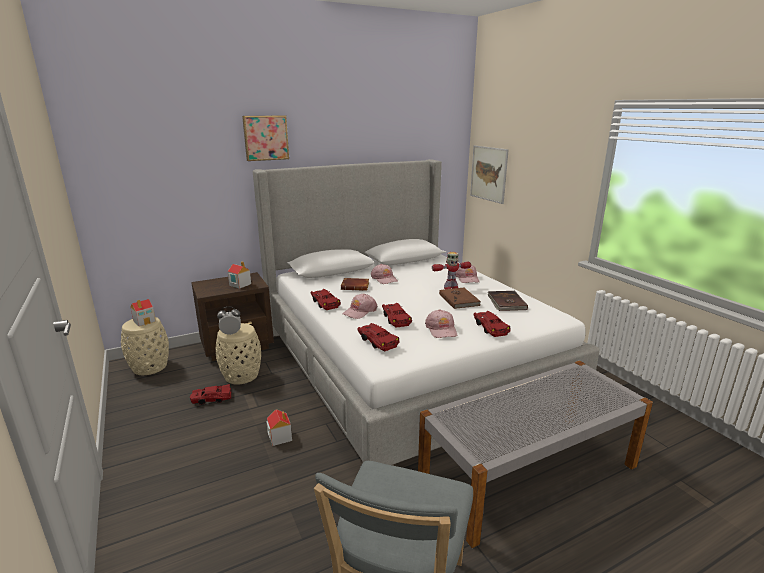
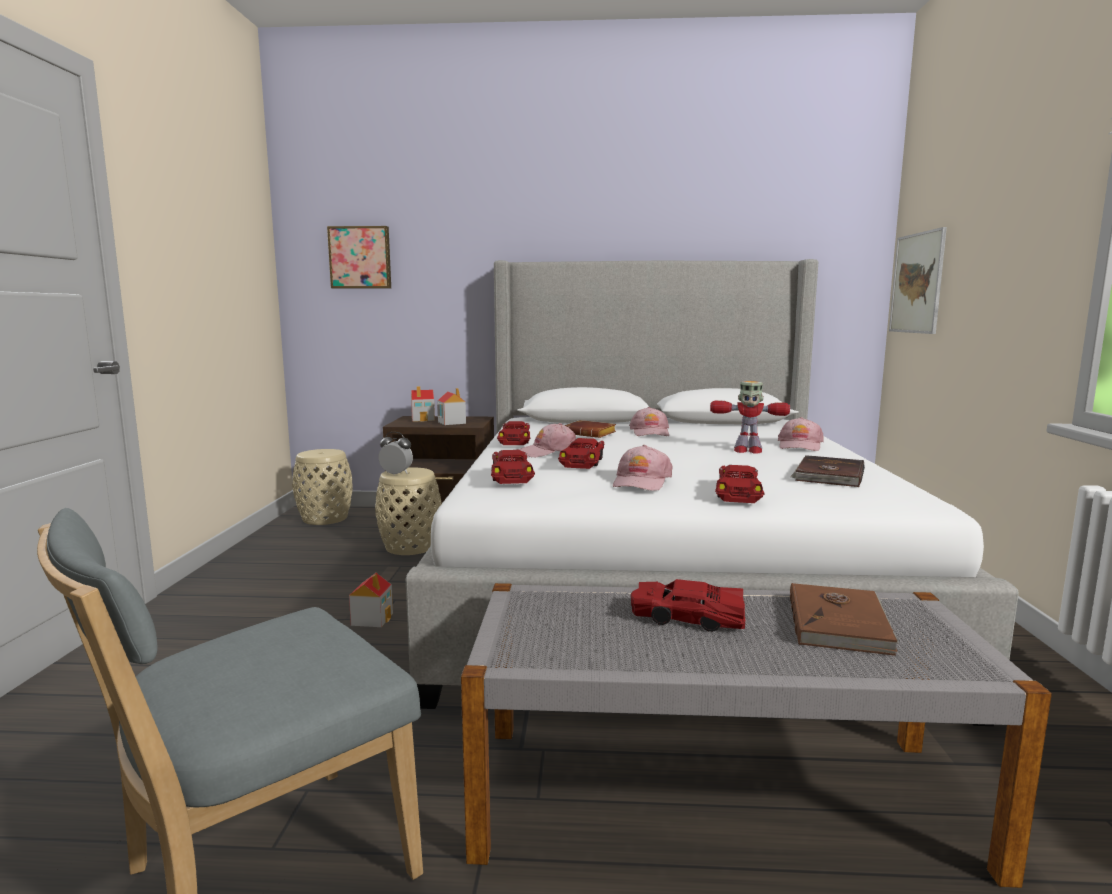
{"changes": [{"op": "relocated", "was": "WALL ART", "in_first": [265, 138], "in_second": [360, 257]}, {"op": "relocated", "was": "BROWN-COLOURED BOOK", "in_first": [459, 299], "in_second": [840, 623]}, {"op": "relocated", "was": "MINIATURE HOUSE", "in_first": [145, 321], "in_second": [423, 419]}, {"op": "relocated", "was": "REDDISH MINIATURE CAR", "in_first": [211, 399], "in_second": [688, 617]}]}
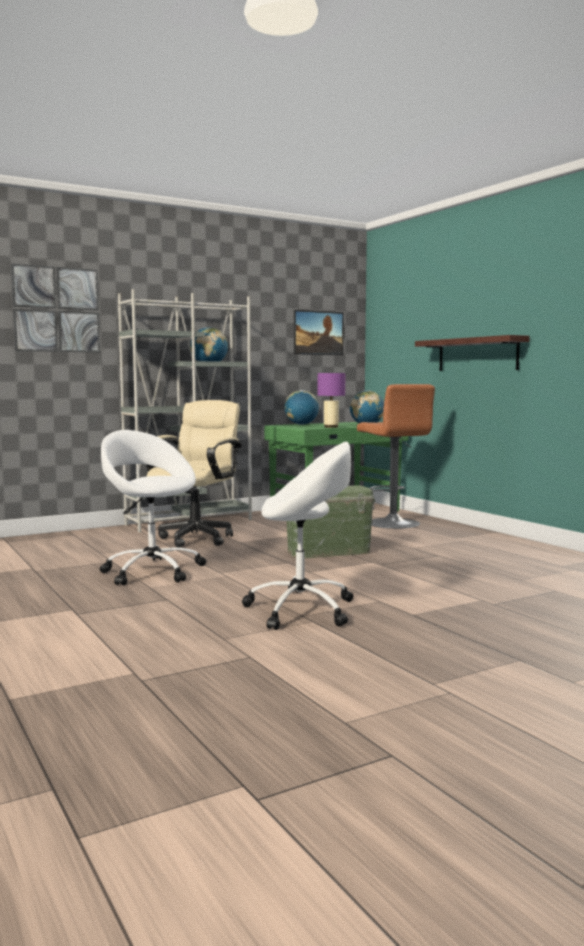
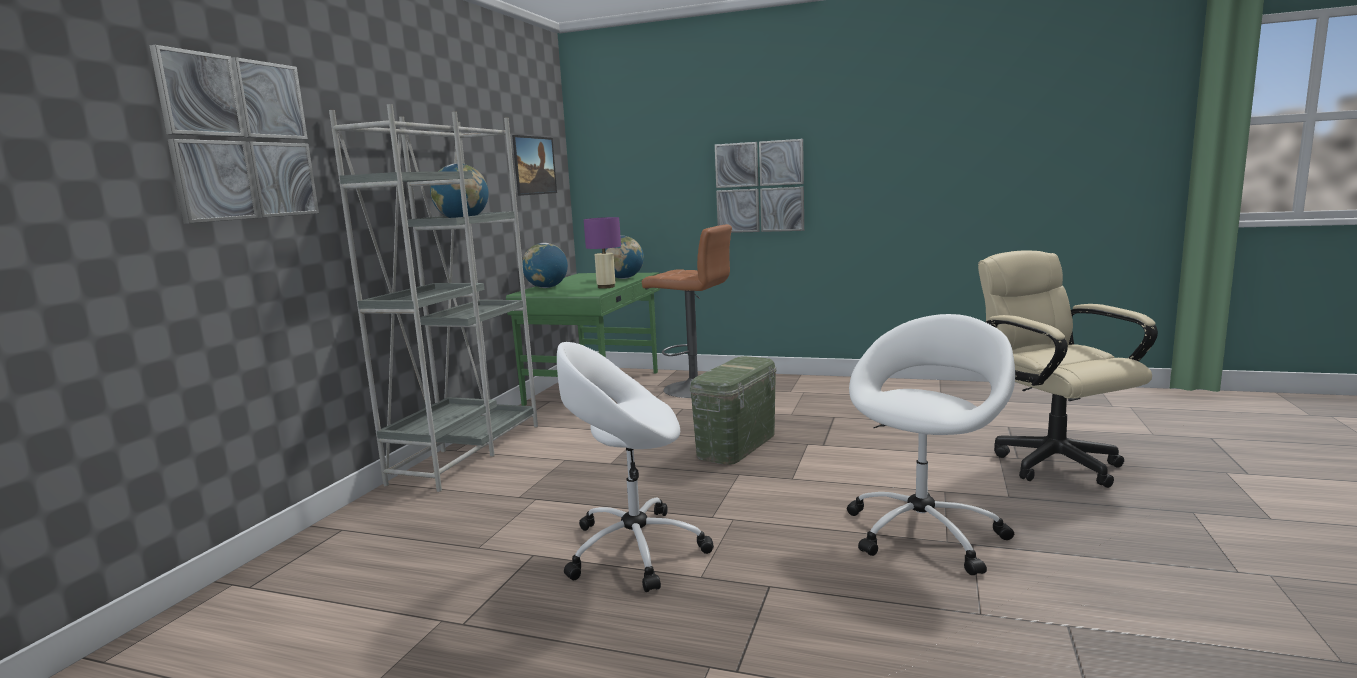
{"changes": [{"op": "exchanged", "was": "SHELF", "now": "WALL ART", "in_first": [477, 354], "in_second": [759, 187]}, {"op": "relocated", "was": "BEIGE COMPUTER CHAIR", "in_first": [197, 538], "in_second": [1050, 464]}]}
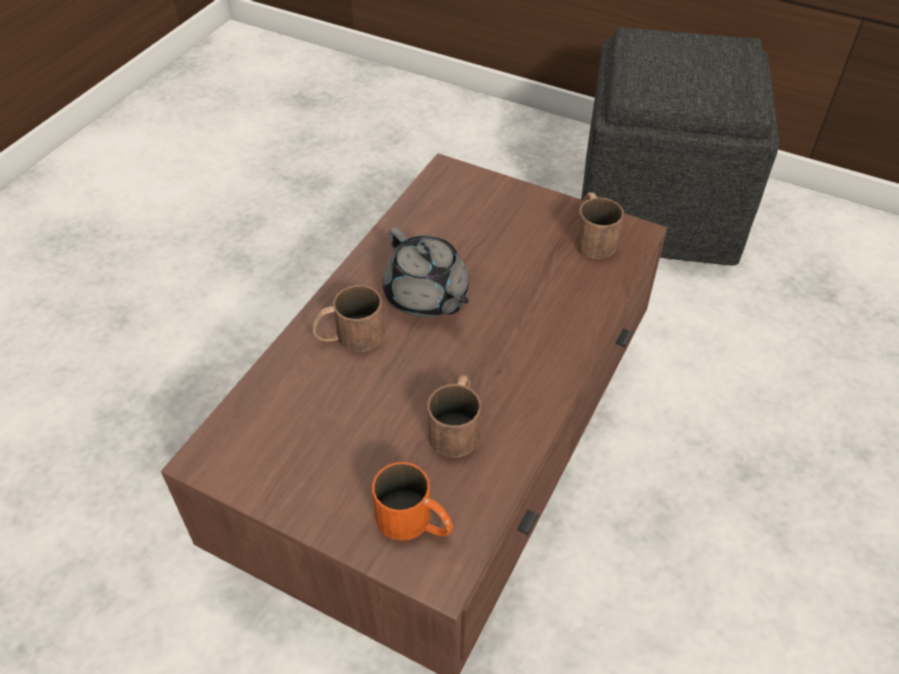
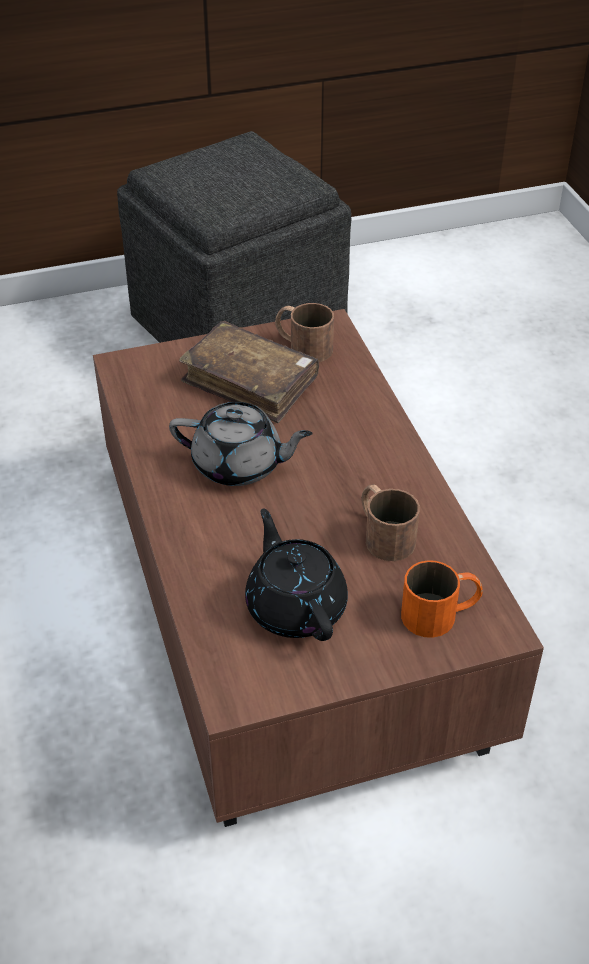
{"changes": [{"op": "missing", "was": "BROWN-COLOURED COFFEE MUG", "in_first": [349, 337]}, {"op": "appeared", "now": "BROWN-COLOURED BOOK", "in_second": [250, 382]}, {"op": "appeared", "now": "BLACK-COLOURED TEA POT", "in_second": [295, 606]}]}
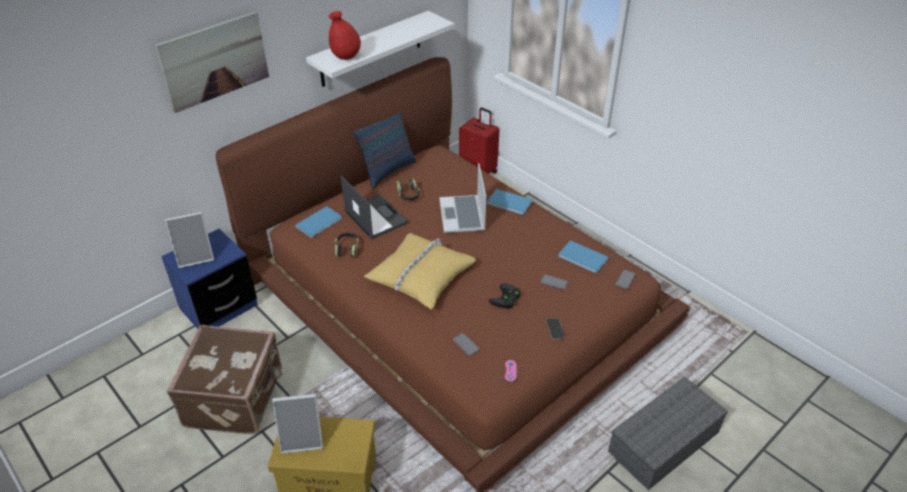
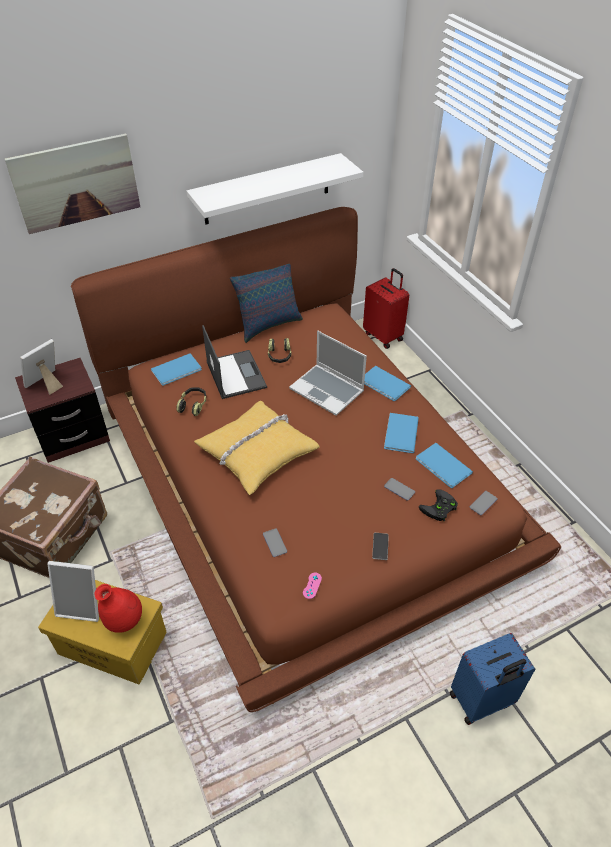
{"changes": [{"op": "relocated", "was": "REDDISH FLOWER VASE", "in_first": [346, 57], "in_second": [124, 621]}, {"op": "spun", "was": "PORTABLE COMPUTER", "in_first": [463, 216], "in_second": [328, 390], "clockwise": -60}, {"op": "spun", "was": "STANDING FRAME", "in_first": [196, 256], "in_second": [46, 384], "clockwise": 135}, {"op": "colour", "was": "BLUE-COLOURED NIGHTSTAND", "now": "BROWN-COLOURED NIGHTSTAND", "in_first": [219, 307], "in_second": [73, 436]}, {"op": "relocated", "was": "BLACK-COLOURED JOYPAD", "in_first": [506, 299], "in_second": [439, 509]}, {"op": "exchanged", "was": "GRAY STORAGE CONTAINER", "now": "BLUE-COLOURED PIECE OF LUGGAGE", "in_first": [663, 443], "in_second": [481, 701]}, {"op": "appeared", "now": "BLUE-COLOURED BOOK", "in_second": [399, 434]}]}
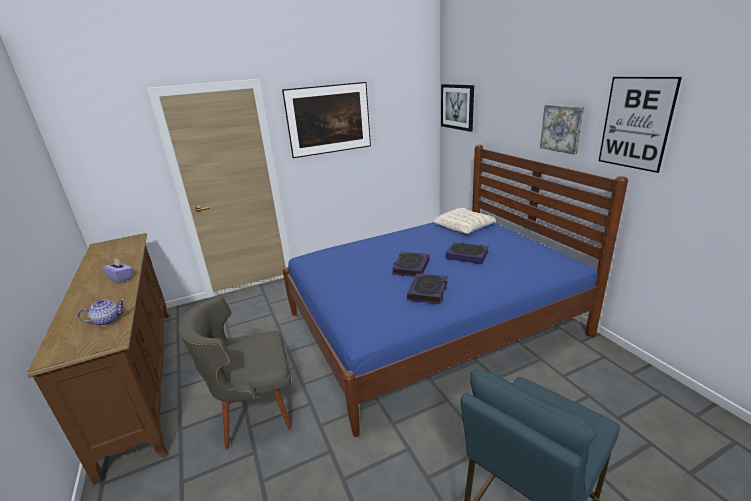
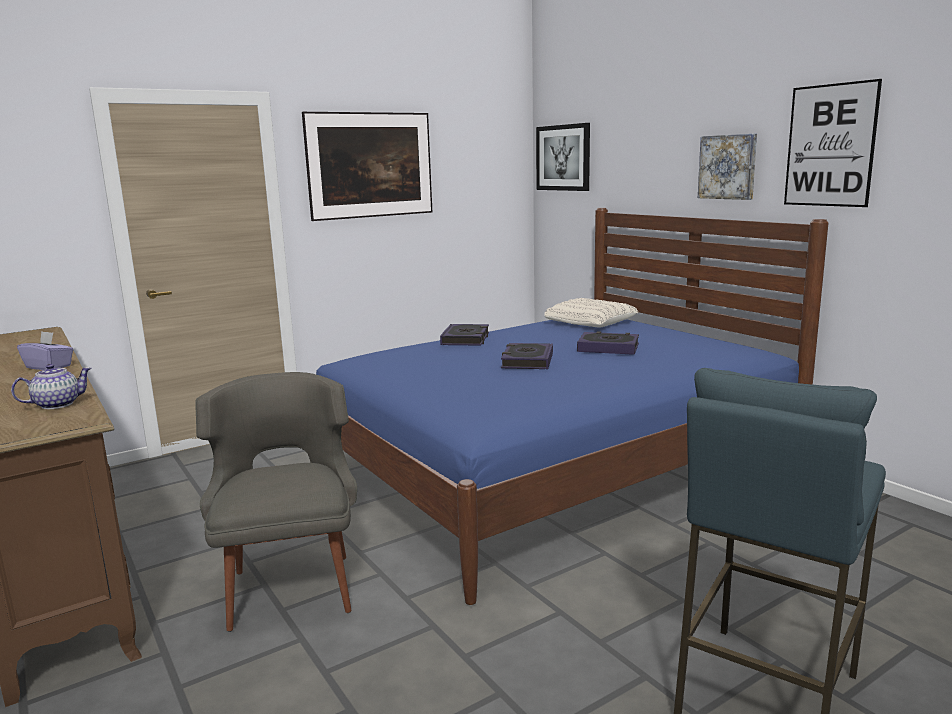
{"changes": [{"op": "relocated", "was": "BOOK", "in_first": [428, 291], "in_second": [465, 339]}, {"op": "spun", "was": "GRAY UPRIGHT CHAIR", "in_first": [257, 413], "in_second": [291, 592], "clockwise": 105}]}
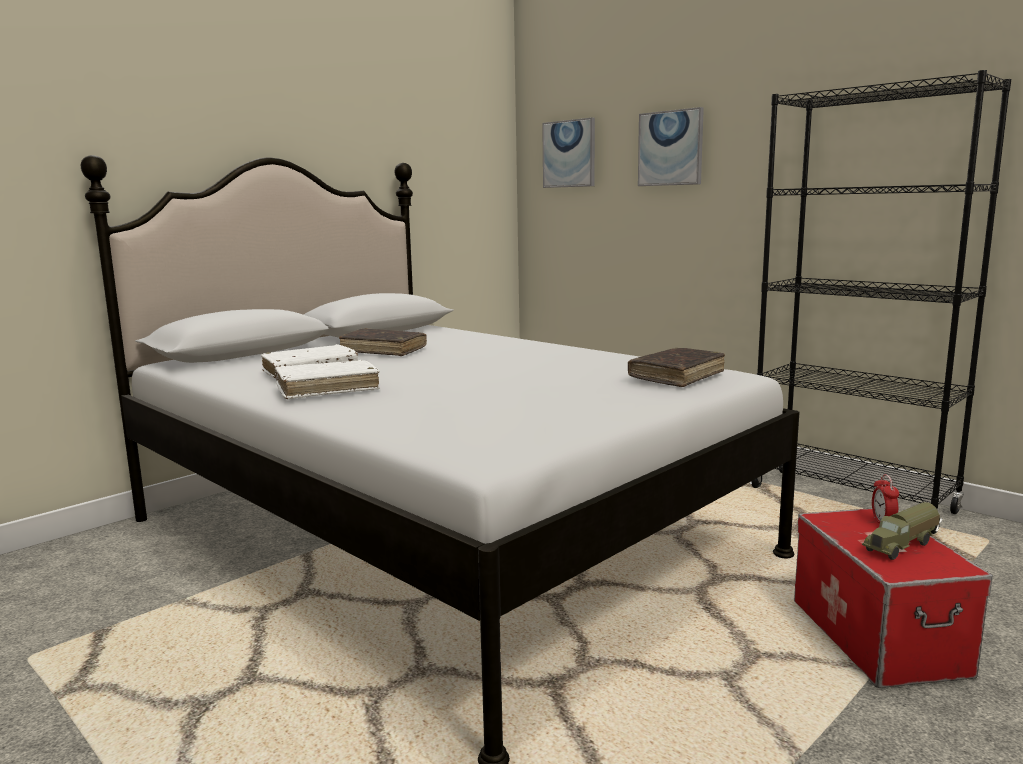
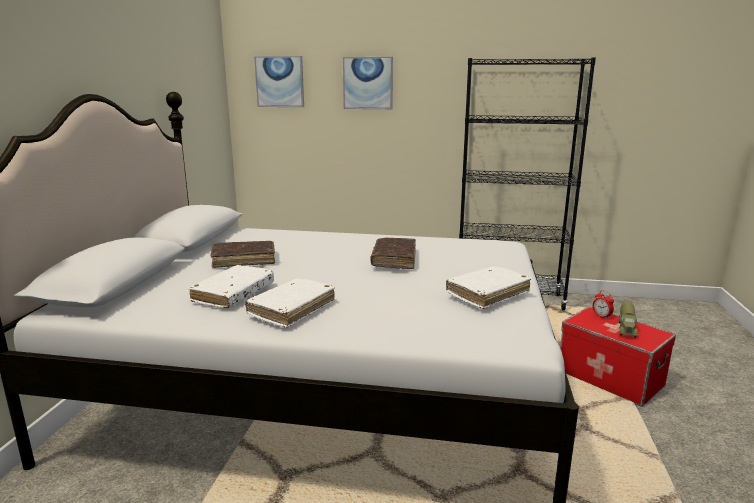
{"changes": [{"op": "relocated", "was": "BROWN-COLOURED BOOK", "in_first": [676, 376], "in_second": [394, 259]}, {"op": "appeared", "now": "WHITE-COLOURED BOOK", "in_second": [487, 294]}]}
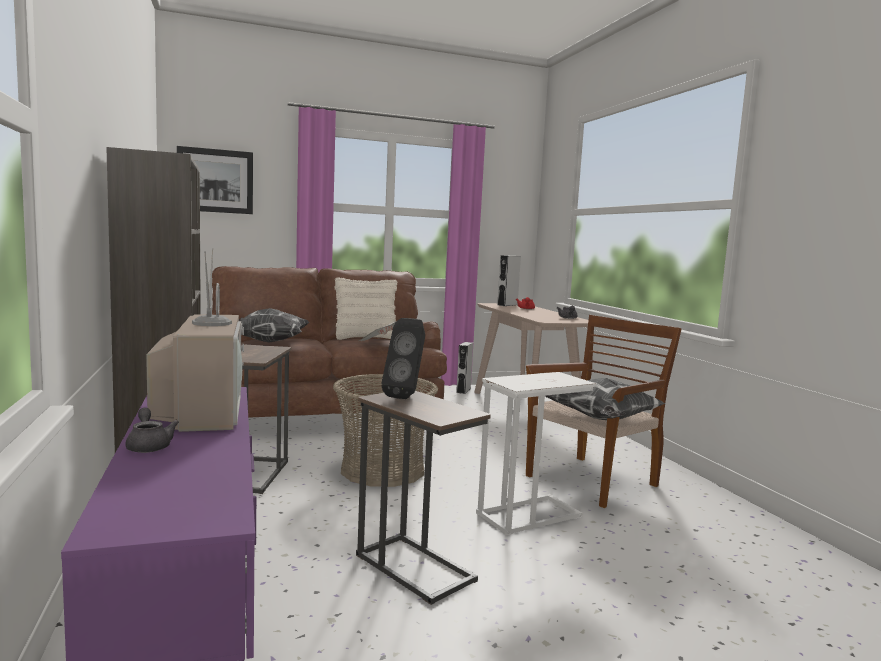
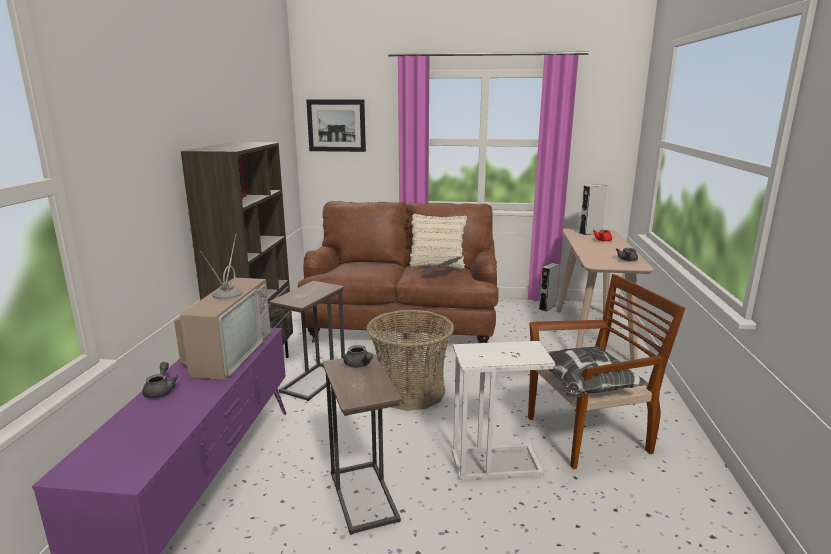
{"changes": [{"op": "missing", "was": "CUSHION", "in_first": [268, 342]}, {"op": "exchanged", "was": "BLACK-COLOURED AUDIO SPEAKER", "now": "GRAY TEA POT", "in_first": [406, 396], "in_second": [358, 365]}]}
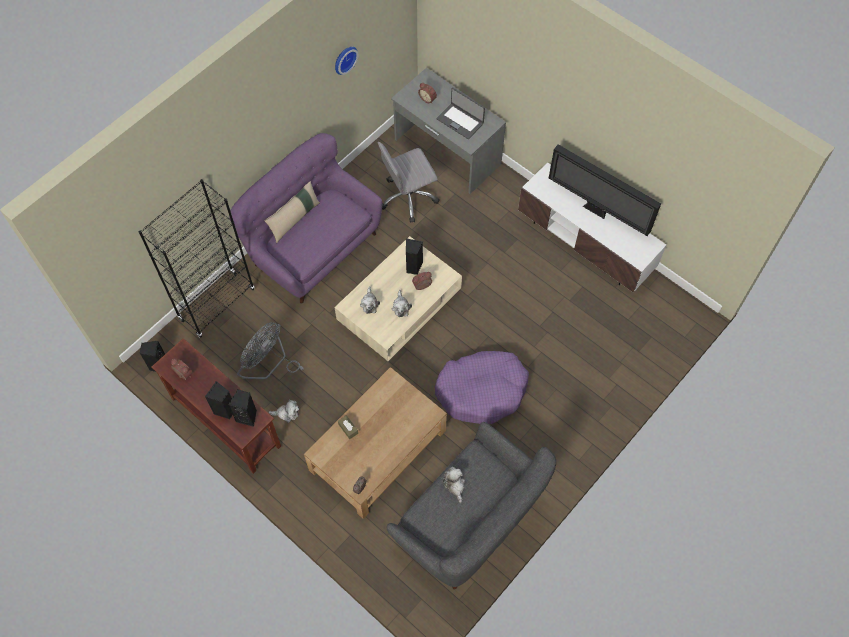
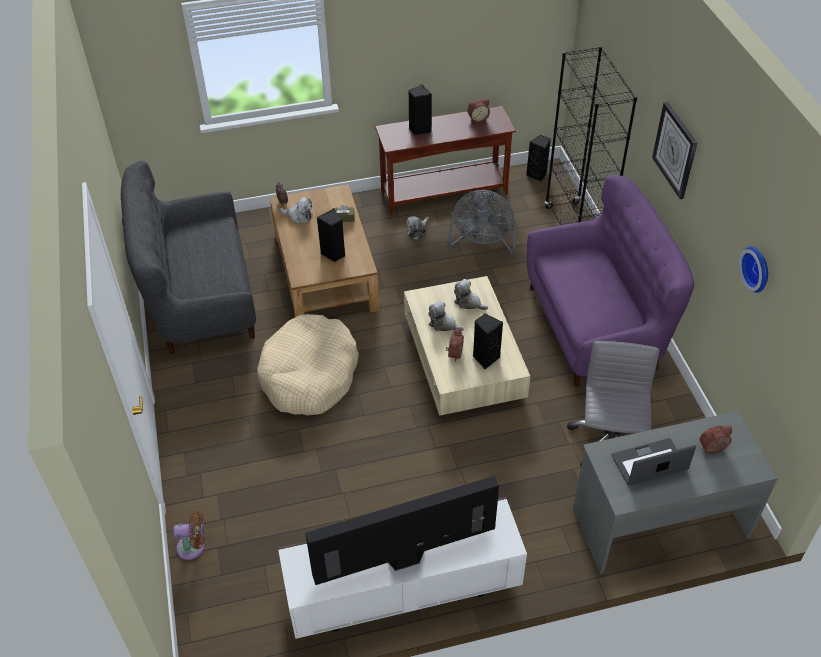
{"changes": [{"op": "missing", "was": "BEIGE CUSHION", "in_first": [294, 219]}, {"op": "spun", "was": "GRAY FAN", "in_first": [271, 362], "in_second": [480, 241], "clockwise": 120}, {"op": "colour", "was": "PURPLISH DOG BED", "now": "BEIGE DOG BED", "in_first": [482, 391], "in_second": [309, 375]}, {"op": "relocated", "was": "BLACK-COLOURED AUDIO SPEAKER", "in_first": [248, 417], "in_second": [334, 254]}, {"op": "relocated", "was": "CUDDLY TOY", "in_first": [455, 485], "in_second": [299, 216]}, {"op": "appeared", "now": "WALL CLOCK", "in_second": [675, 150]}, {"op": "appeared", "now": "BROWN-COLOURED FAN", "in_second": [193, 547]}]}
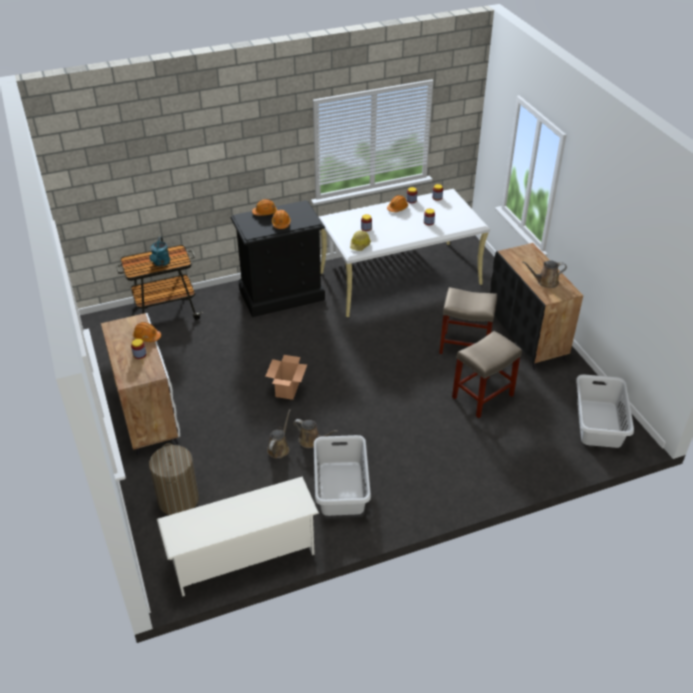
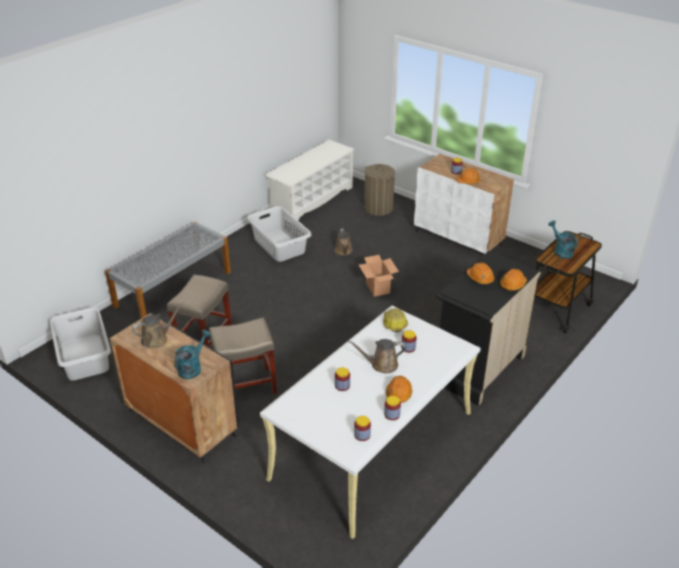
{"changes": [{"op": "relocated", "was": "BROWN-COLOURED WATERING CAN", "in_first": [311, 440], "in_second": [381, 365]}, {"op": "appeared", "now": "GRAY INDOOR BENCH", "in_second": [173, 288]}, {"op": "appeared", "now": "BLUE-GREEN WATERING CAN", "in_second": [192, 367]}]}
